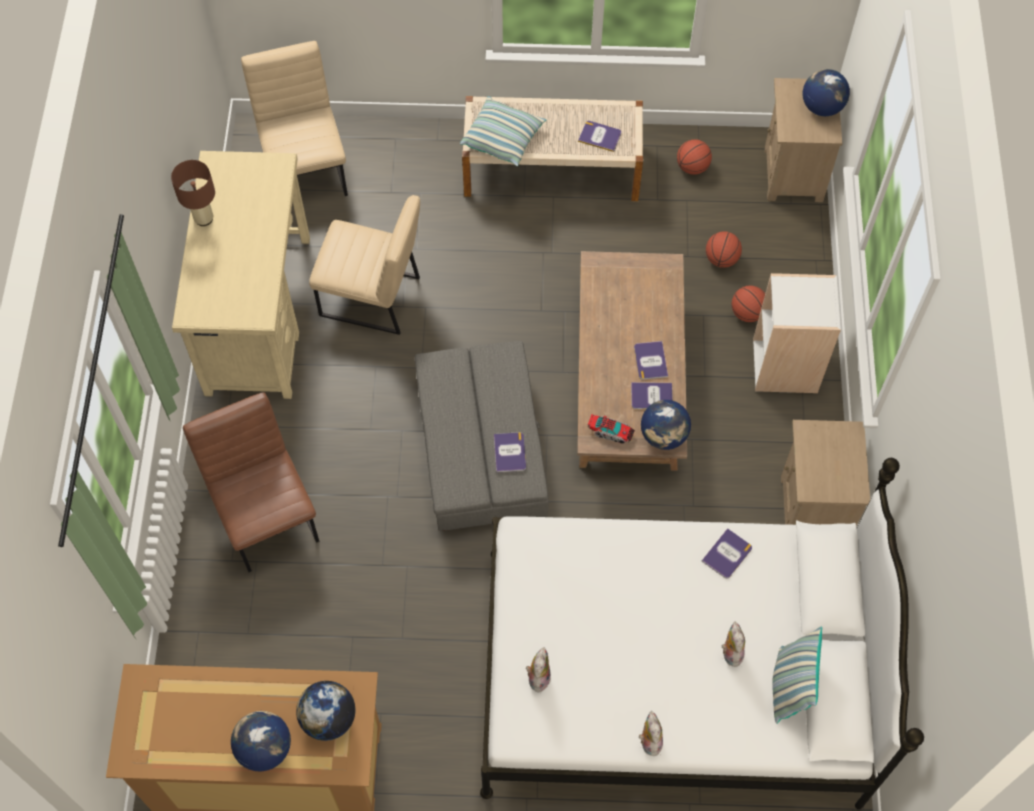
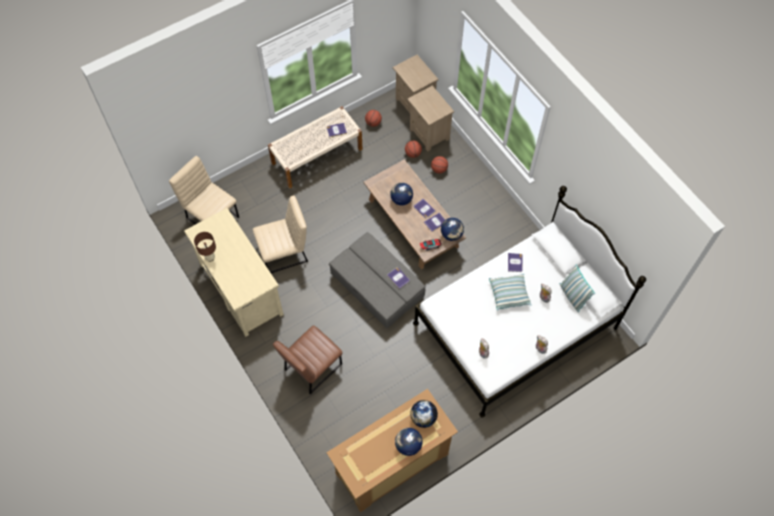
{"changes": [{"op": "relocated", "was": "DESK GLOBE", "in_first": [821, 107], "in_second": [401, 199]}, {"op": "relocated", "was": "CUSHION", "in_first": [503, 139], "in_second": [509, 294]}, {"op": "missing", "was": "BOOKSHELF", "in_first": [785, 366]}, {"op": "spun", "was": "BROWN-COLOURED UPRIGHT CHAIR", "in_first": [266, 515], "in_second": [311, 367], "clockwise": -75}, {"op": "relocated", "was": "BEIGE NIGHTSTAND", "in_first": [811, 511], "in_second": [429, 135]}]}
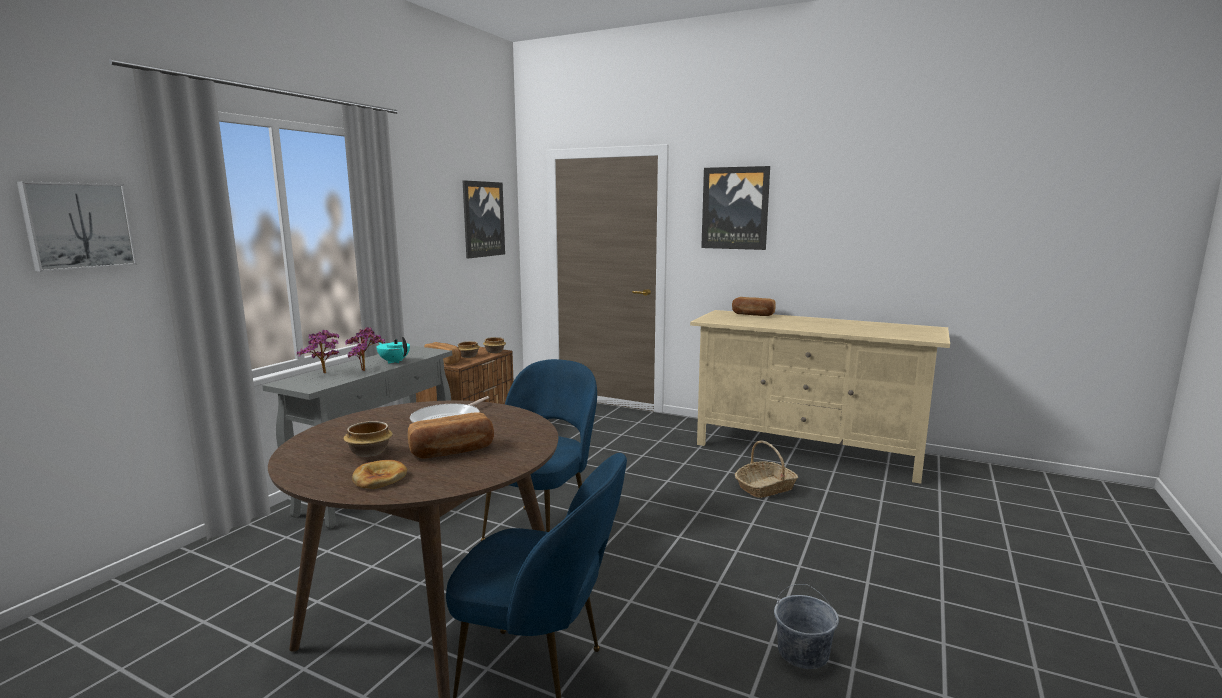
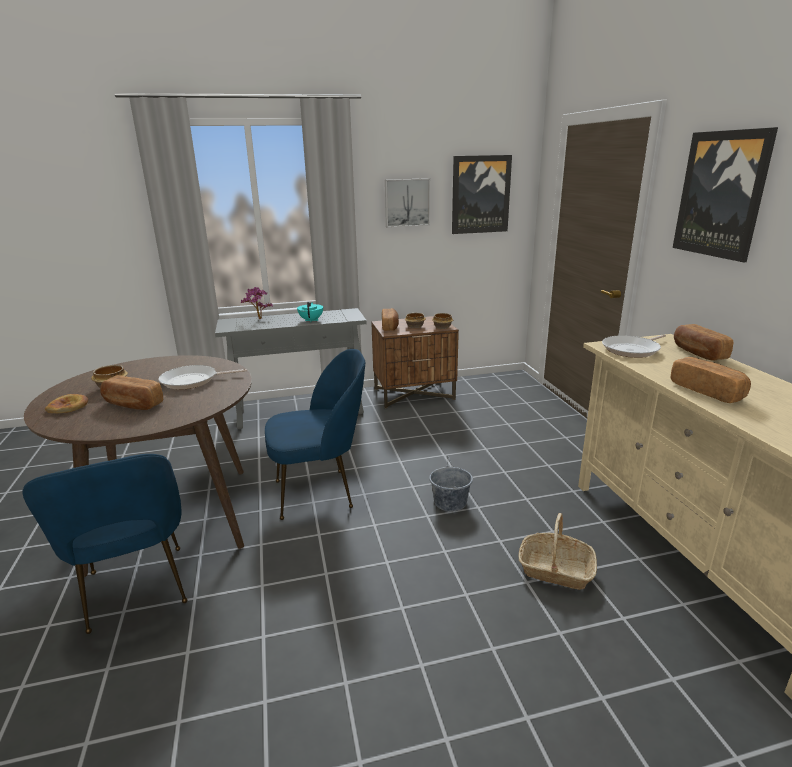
{"changes": [{"op": "relocated", "was": "WALL ART", "in_first": [78, 225], "in_second": [407, 202]}, {"op": "missing", "was": "POTTED PLANT", "in_first": [366, 371]}, {"op": "relocated", "was": "GRAY PAIL", "in_first": [803, 653], "in_second": [450, 502]}, {"op": "appeared", "now": "SKILLET", "in_second": [632, 350]}, {"op": "appeared", "now": "BAKERY BREAD", "in_second": [707, 391]}]}
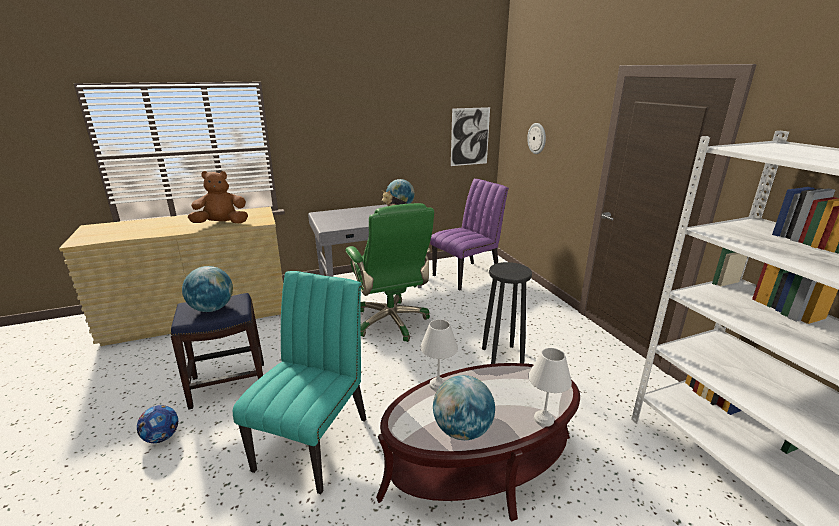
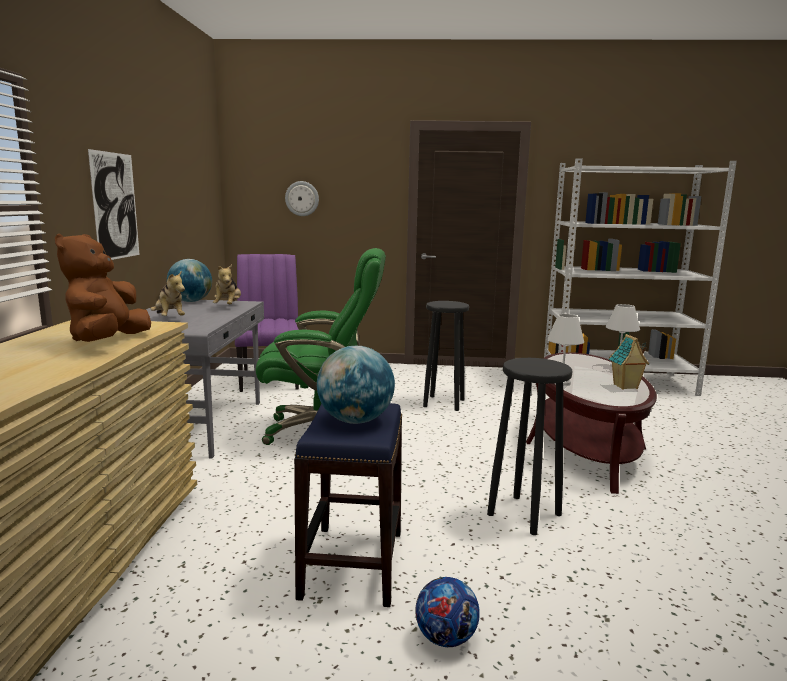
{"changes": [{"op": "relocated", "was": "WALL ART", "in_first": [470, 137], "in_second": [115, 206]}, {"op": "exchanged", "was": "BLUE-GREEN UPRIGHT CHAIR", "now": "BLACK-COLOURED STOOL SEAT", "in_first": [313, 444], "in_second": [525, 514]}, {"op": "exchanged", "was": "DESK GLOBE", "now": "MINIATURE HOUSE", "in_first": [462, 430], "in_second": [625, 387]}, {"op": "appeared", "now": "CUDDLY TOY", "in_second": [169, 318]}]}
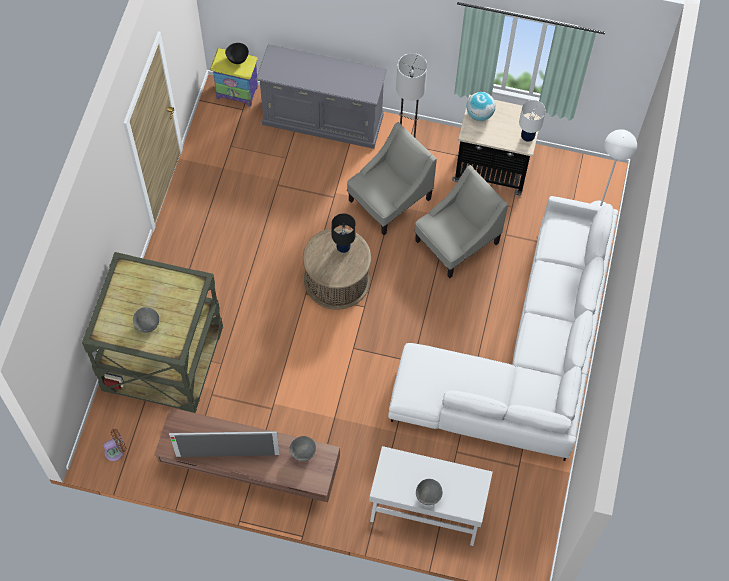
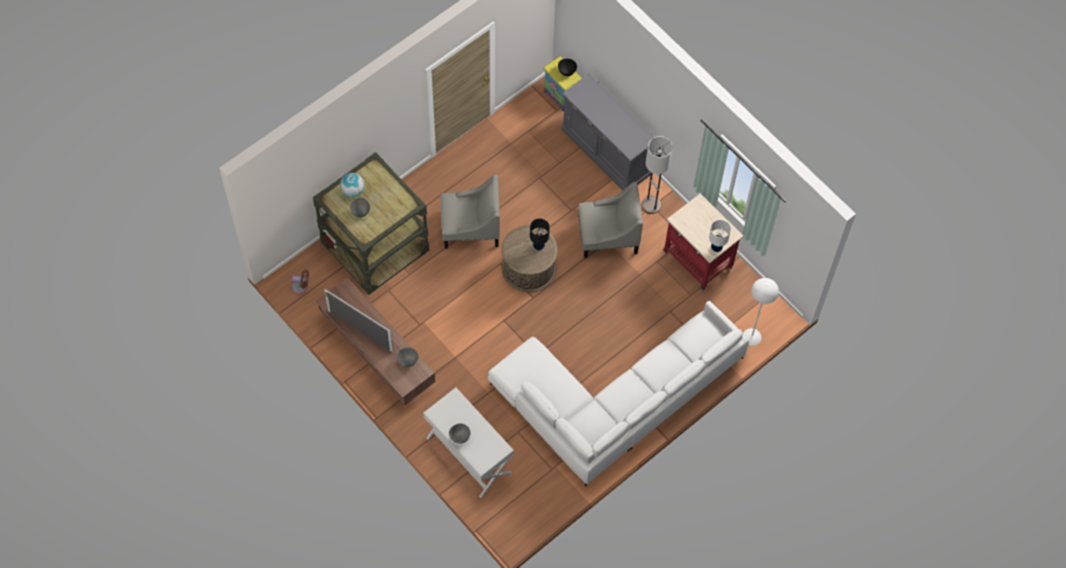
{"changes": [{"op": "relocated", "was": "DESK GLOBE", "in_first": [479, 114], "in_second": [353, 191]}, {"op": "colour", "was": "BLACK-COLOURED TROLLEY", "now": "REDDISH TROLLEY", "in_first": [492, 169], "in_second": [698, 260]}, {"op": "relocated", "was": "GRAY EASY CHAIR", "in_first": [456, 243], "in_second": [470, 228]}]}
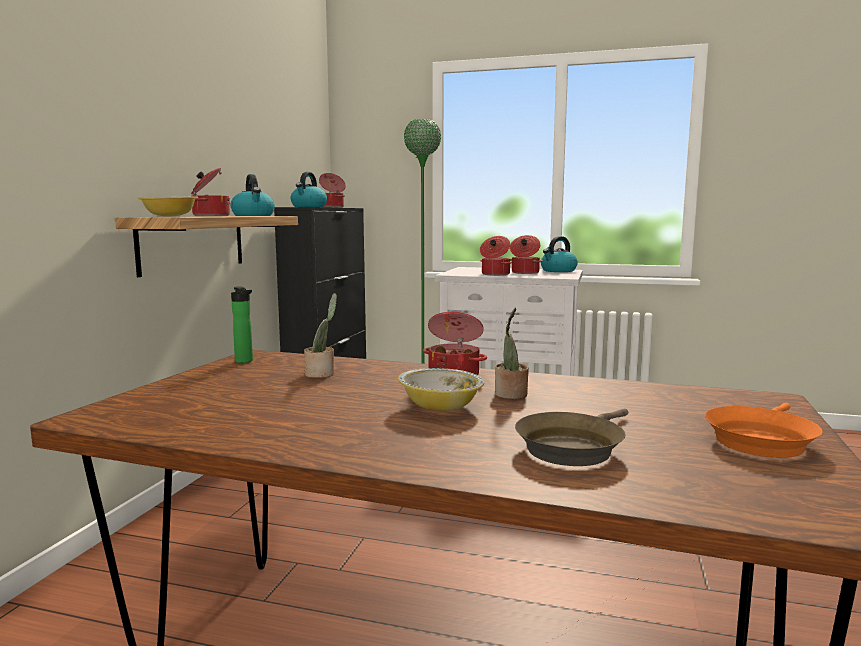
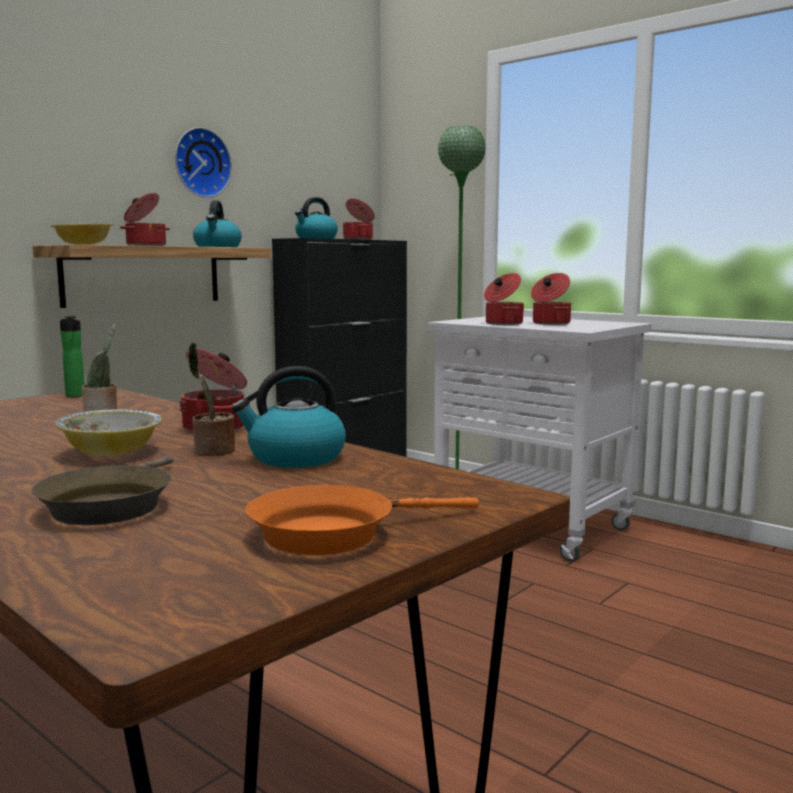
{"changes": [{"op": "relocated", "was": "KETTLE", "in_first": [558, 271], "in_second": [295, 458]}, {"op": "spun", "was": "BROWN-COLOURED SKILLET", "in_first": [572, 447], "in_second": [110, 505], "clockwise": -60}, {"op": "appeared", "now": "WALL CLOCK", "in_second": [200, 163]}]}
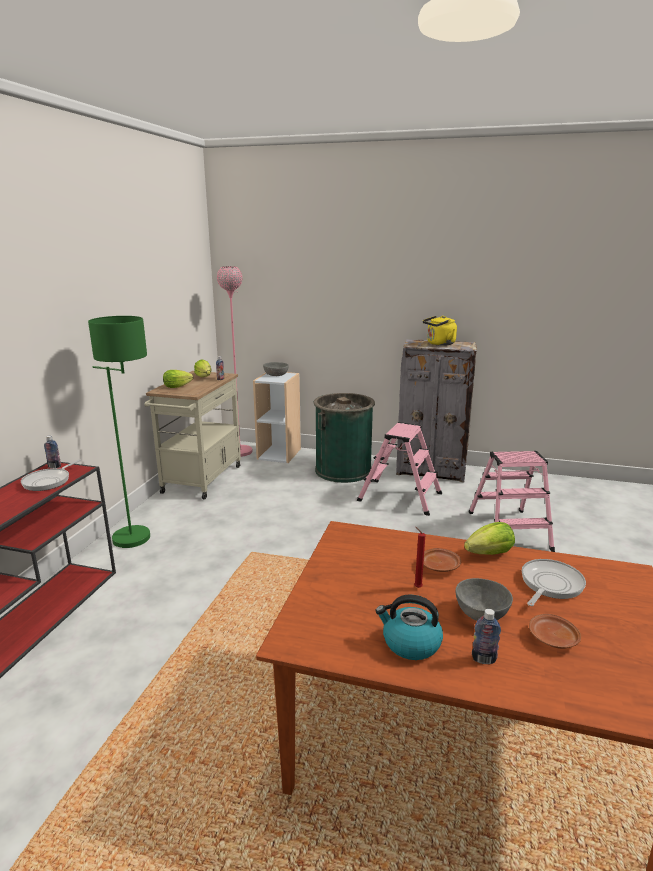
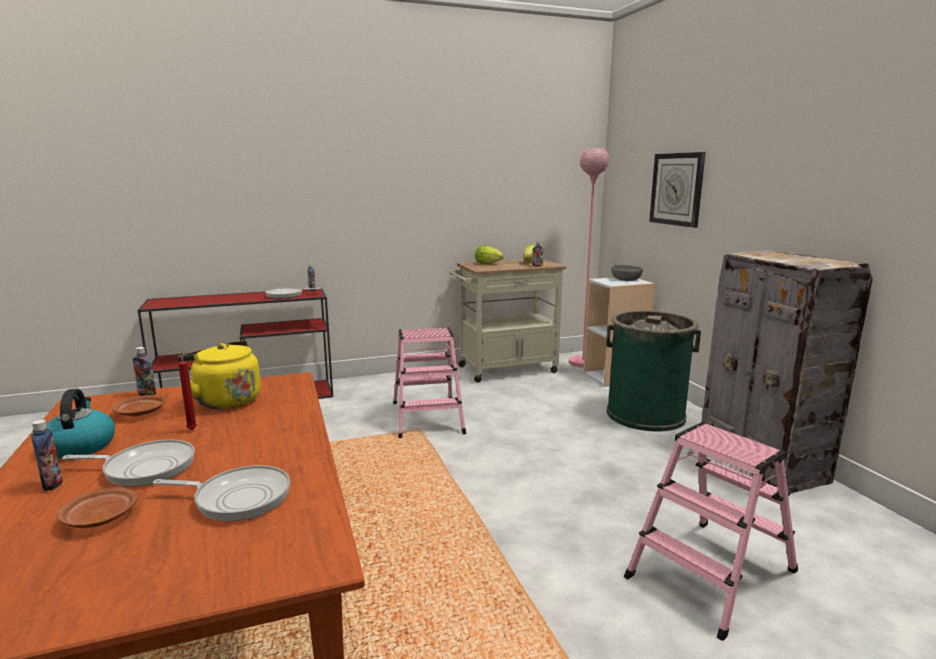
{"changes": [{"op": "missing", "was": "GREEN-COLOURED FLOOR LAMP", "in_first": [140, 540]}, {"op": "relocated", "was": "YELLOW KETTLE", "in_first": [439, 344], "in_second": [225, 400]}, {"op": "relocated", "was": "PINKISH STEPLADDER", "in_first": [399, 497], "in_second": [427, 416]}, {"op": "missing", "was": "LETTUCE HEAD", "in_first": [490, 554]}, {"op": "relocated", "was": "BROWN-COLOURED DINNER PLATE", "in_first": [440, 566], "in_second": [141, 413]}, {"op": "exchanged", "was": "GRAY BOWL", "now": "SKILLET", "in_first": [480, 615], "in_second": [145, 468]}, {"op": "appeared", "now": "WALL CLOCK", "in_second": [677, 189]}, {"op": "appeared", "now": "BOTTLE", "in_second": [147, 394]}]}
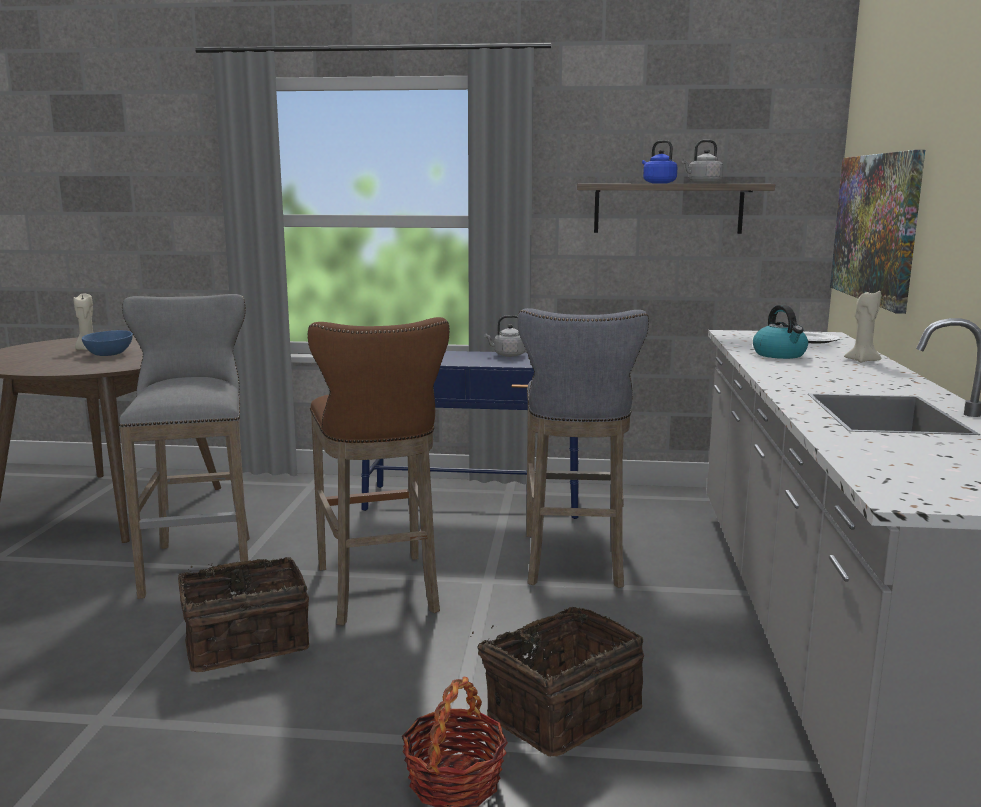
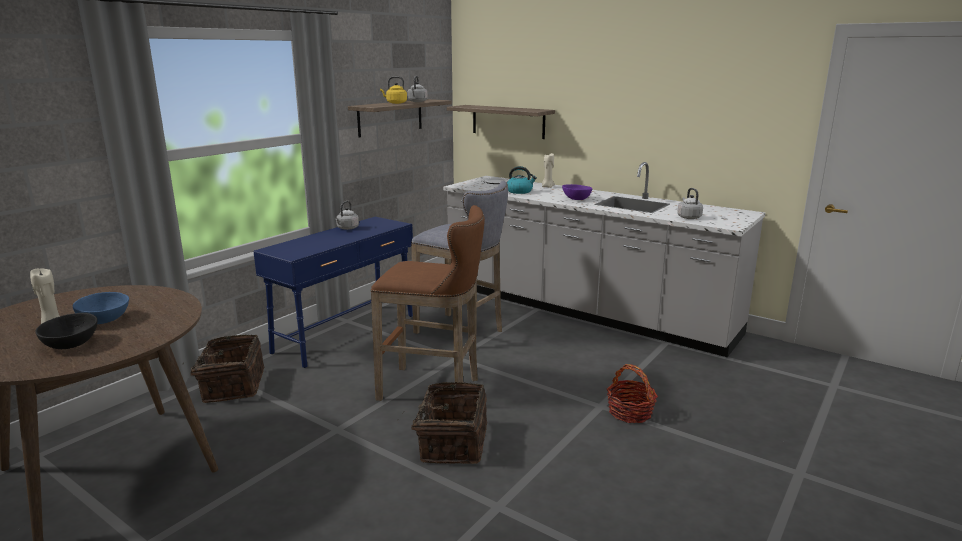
{"changes": [{"op": "colour", "was": "BLUE-COLOURED KETTLE", "now": "YELLOW KETTLE", "in_first": [658, 183], "in_second": [395, 103]}, {"op": "exchanged", "was": "WALL ART", "now": "SHELF", "in_first": [875, 228], "in_second": [508, 121]}, {"op": "missing", "was": "GRAY STOOL SEAT", "in_first": [200, 563]}, {"op": "relocated", "was": "BASKET", "in_first": [560, 711], "in_second": [231, 386]}, {"op": "appeared", "now": "PURPLISH BOWL", "in_second": [576, 199]}, {"op": "appeared", "now": "GRAY KETTLE", "in_second": [688, 217]}, {"op": "appeared", "now": "BLACK-COLOURED BOWL", "in_second": [71, 344]}]}
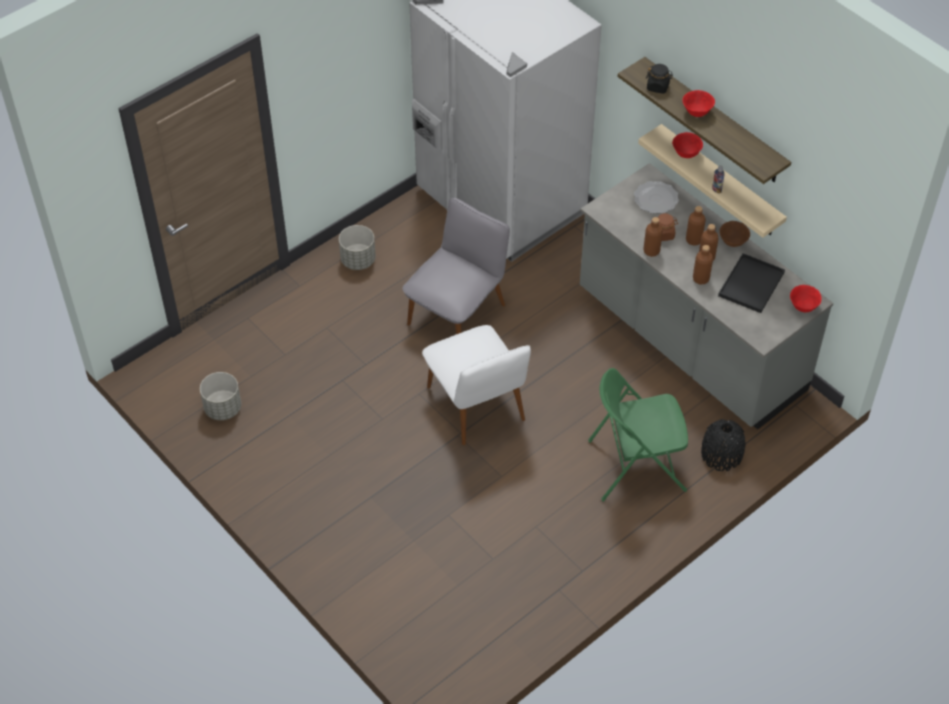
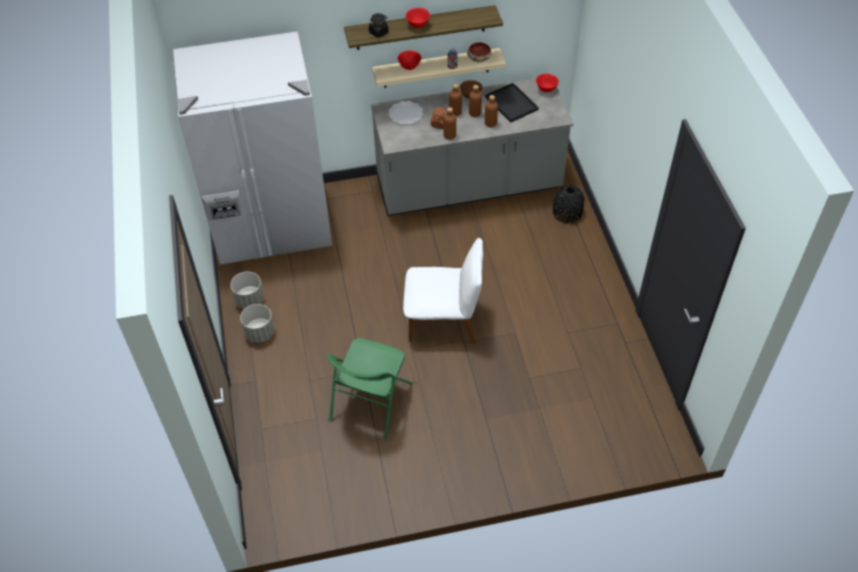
{"changes": [{"op": "missing", "was": "GRAY UPRIGHT CHAIR", "in_first": [456, 314]}, {"op": "relocated", "was": "GREEN-COLOURED UPRIGHT CHAIR", "in_first": [636, 465], "in_second": [371, 401]}, {"op": "relocated", "was": "GRAY PLANTER", "in_first": [222, 408], "in_second": [249, 300]}, {"op": "appeared", "now": "BOWL", "in_second": [478, 58]}]}
